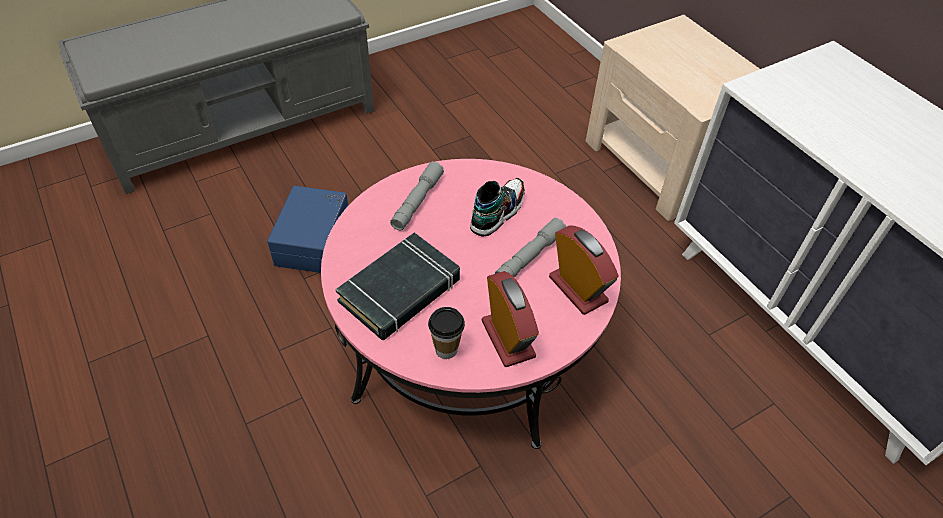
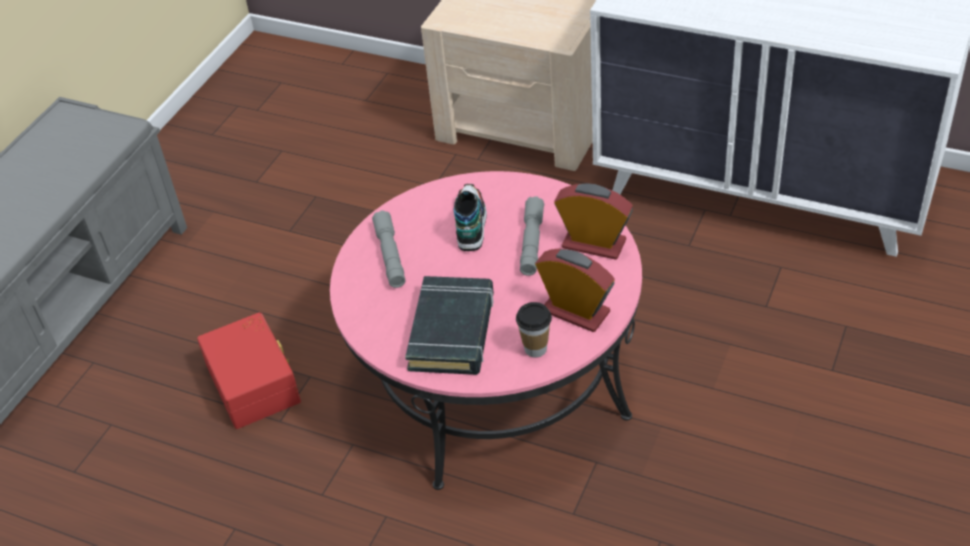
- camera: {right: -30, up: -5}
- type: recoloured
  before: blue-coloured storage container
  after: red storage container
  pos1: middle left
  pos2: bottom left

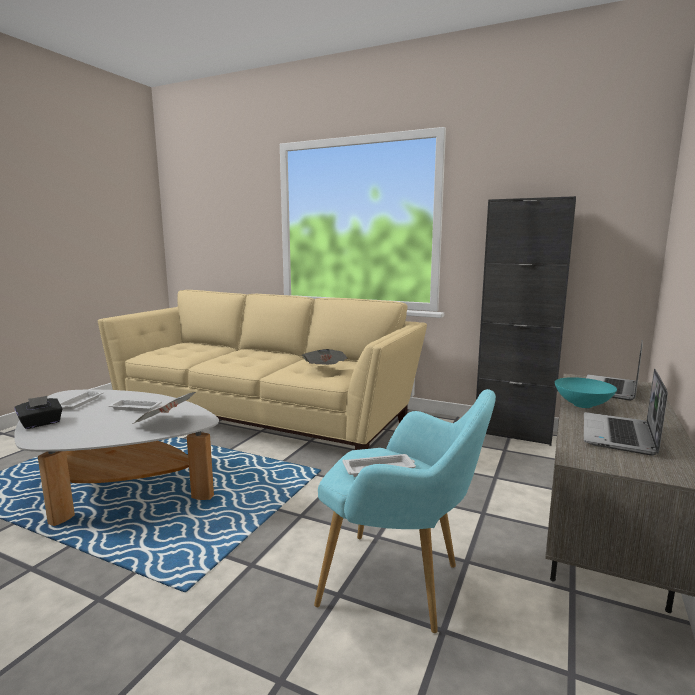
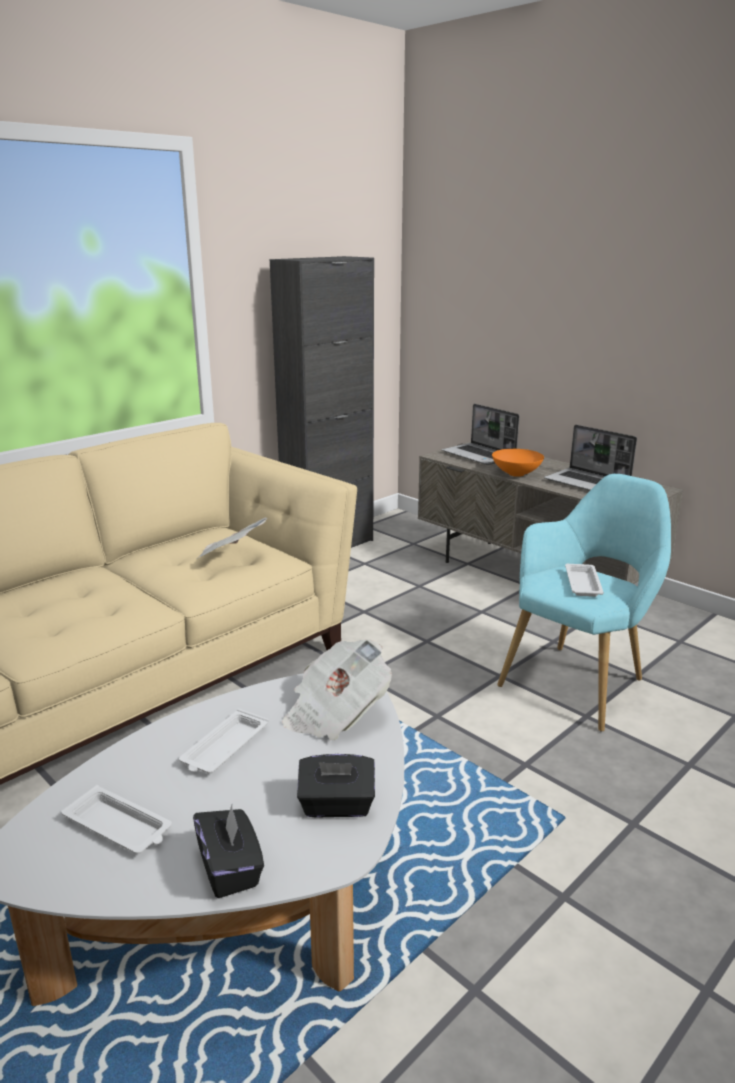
- camera: {right: -70, up: 10}
- type: added
  after: black-coloured tissue box (2nd from left)
  pos2: bottom centre
- type: recoloured
  before: turquoise-coloured bowl
  after: orangey bowl
  pos1: middle right
  pos2: middle right

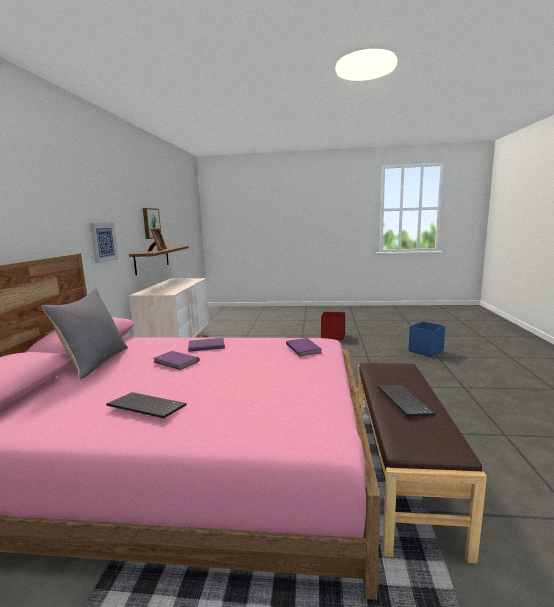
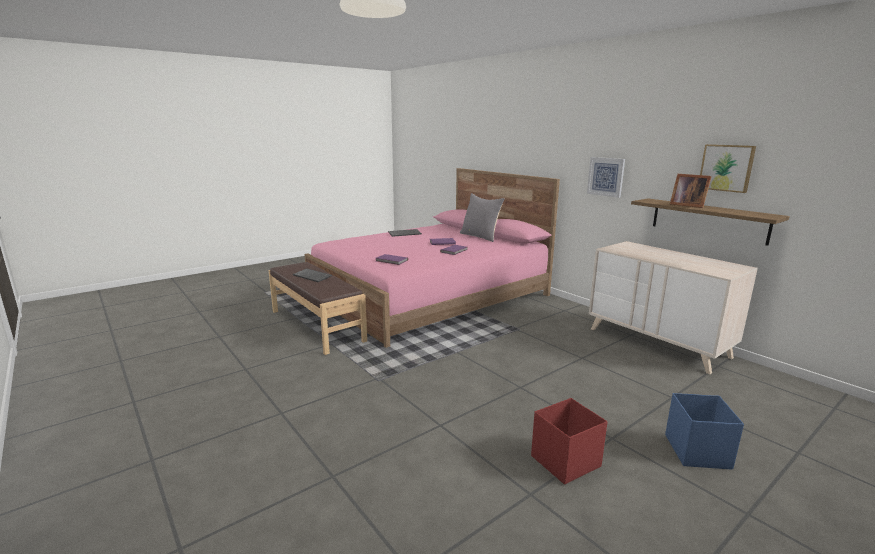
- camera: {right: 135, up: 5}
- type: moved
  before: blue-coloured storage container
  pos1: middle right
  pos2: bottom right

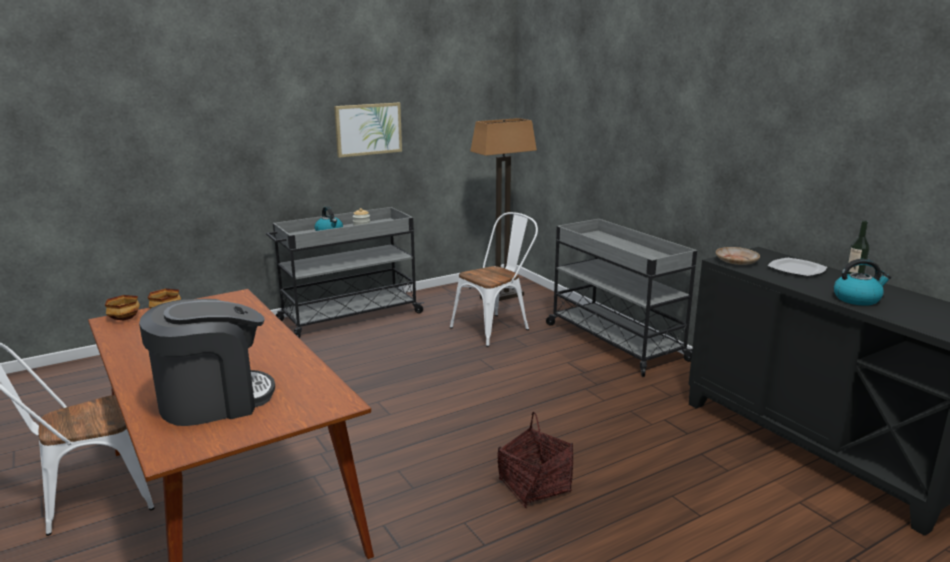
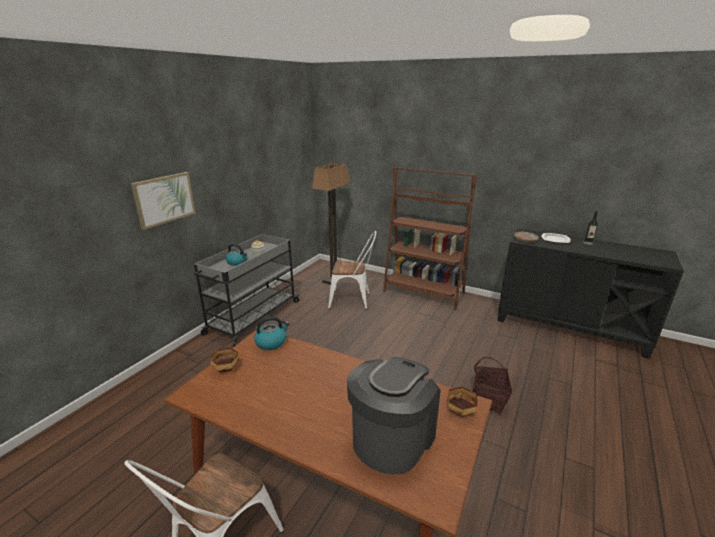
- camera: {right: -30, up: 5}
- type: moved
  before: bowl (1st from left in the first image)
  after: bowl (2nd from left)
  pos1: middle left
  pos2: bottom centre
- type: moved
  before: wall picture
  pos1: top centre
  pos2: middle left
- type: moved
  before: water kettle (2nd from left)
  pos1: middle right
  pos2: centre
- type: replaced
  before: gray cart (2nd from left)
  after: brownish shelving unit
  pos1: centre
  pos2: centre
- type: turned
  before: whitish upright chair (2nd from left)
  pos1: centre
  pos2: centre
  turn: 75

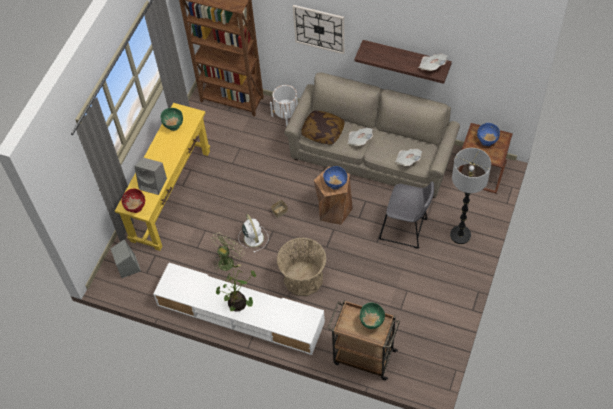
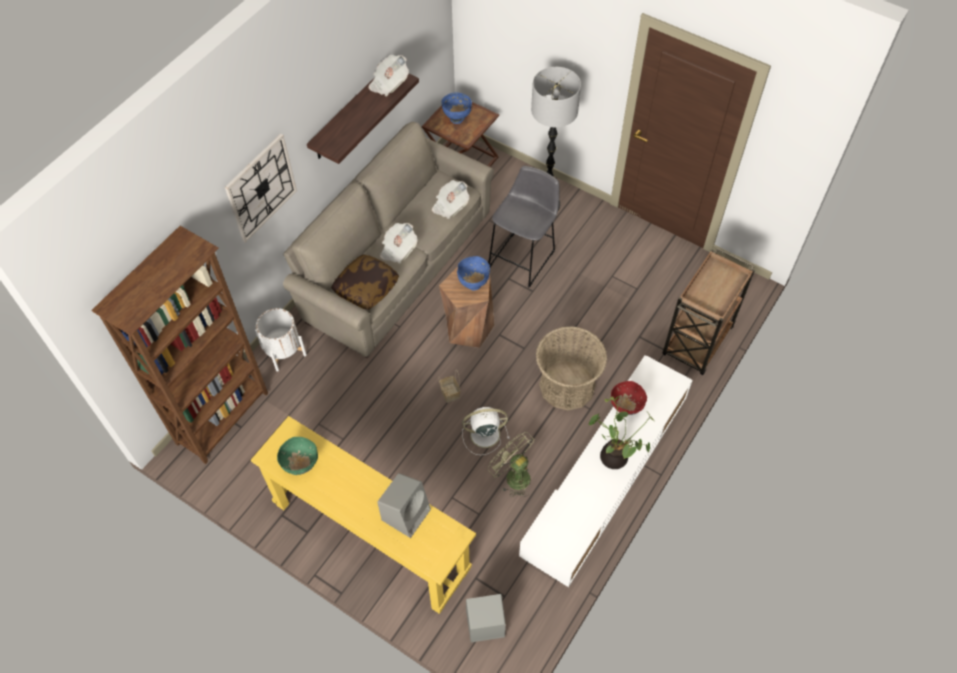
- camera: {right: -80, up: 0}
- type: removed
  before: green-coloured bowl (2nd from left)
  pos1: bottom centre
- type: moved
  before: red bowl
  pos1: middle left
  pos2: centre

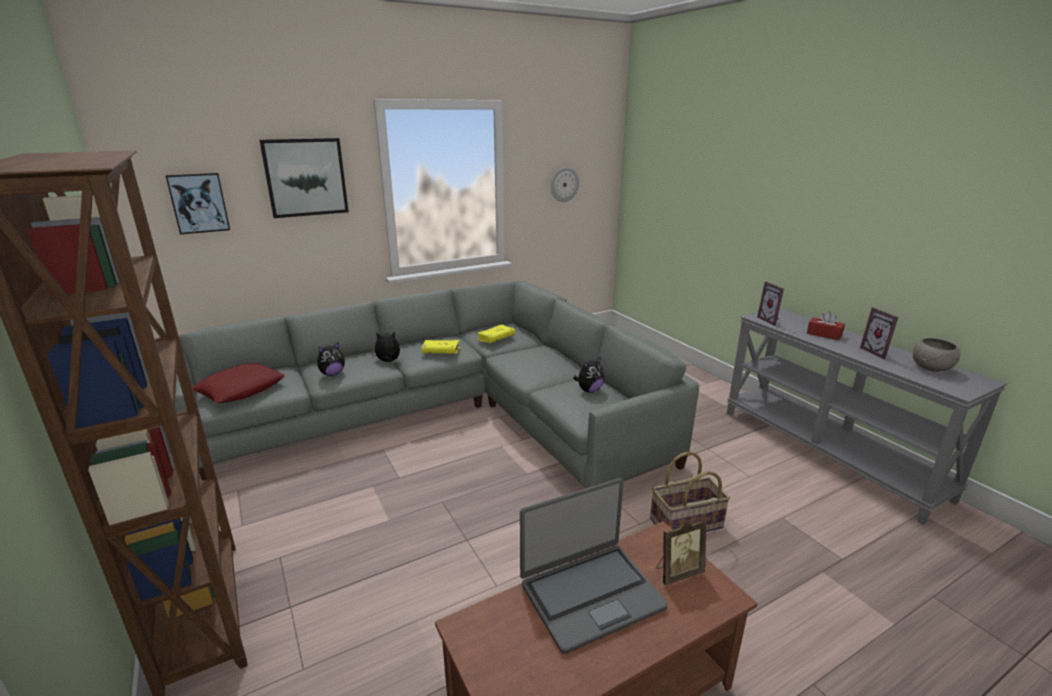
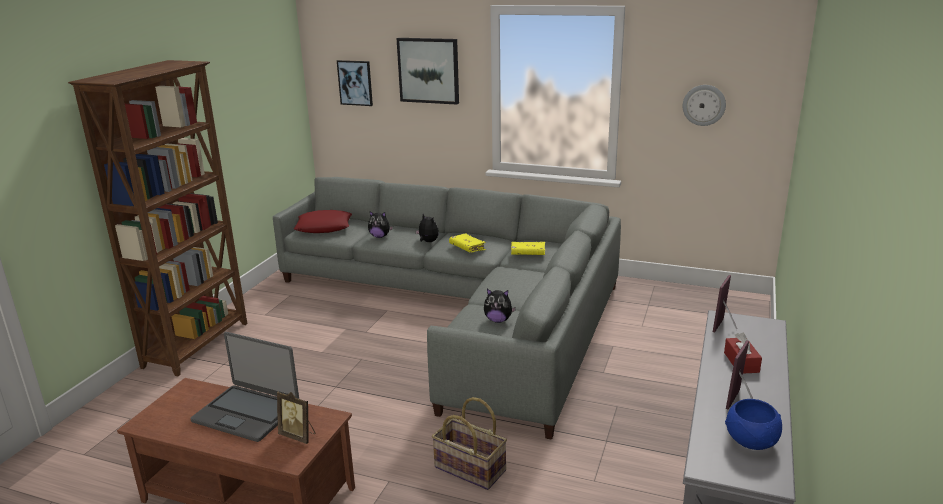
- camera: {right: 50, up: 0}
- type: recoloured
  before: gray bowl
  after: blue-coloured bowl
  pos1: middle right
  pos2: bottom right

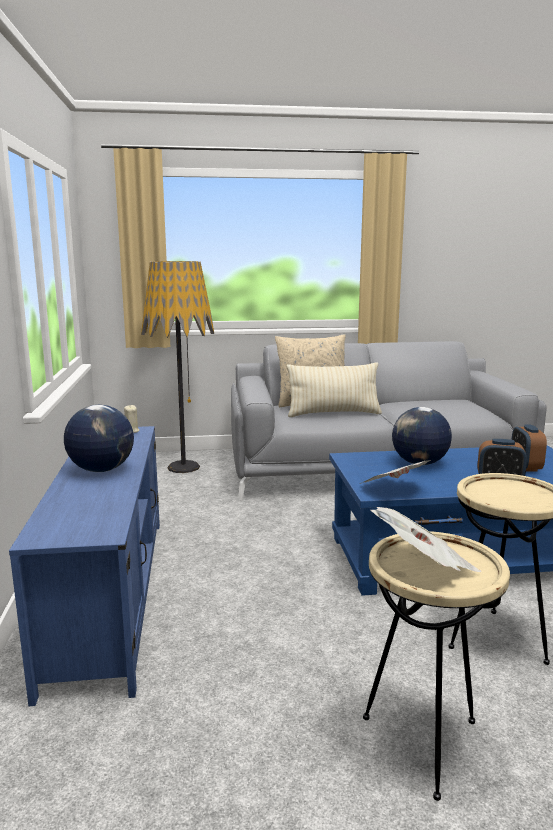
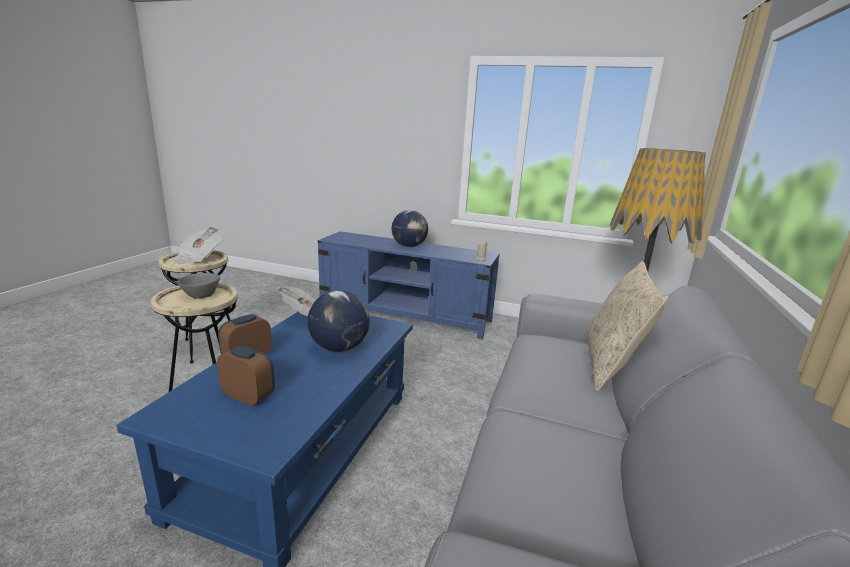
- camera: {right: 115, up: 5}
- type: removed
  before: sand-coloured pillow (2nd from left)
  pos1: centre
- type: added
  after: gray bowl
  pos2: middle left

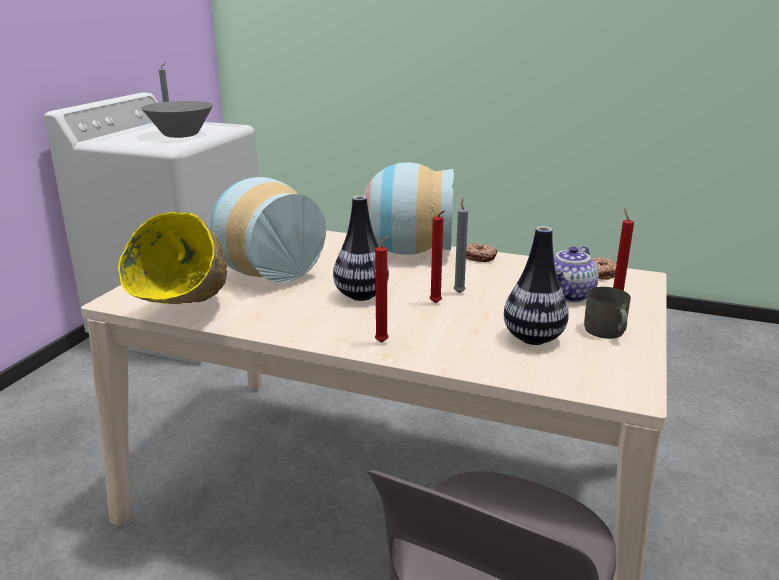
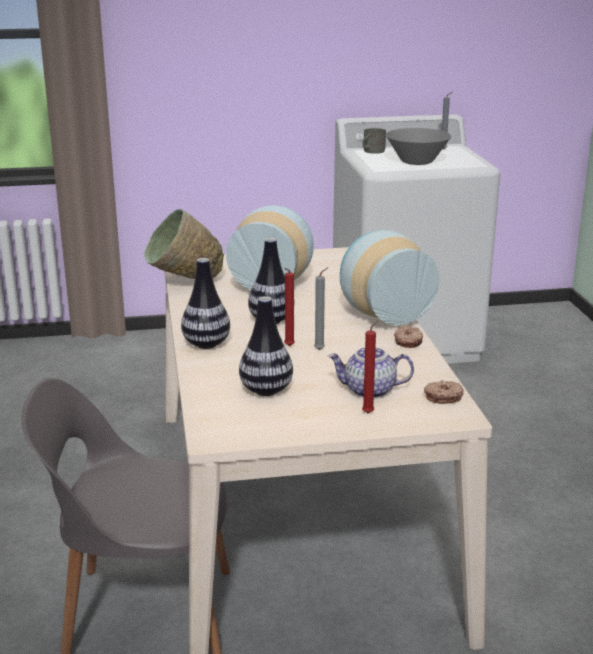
- camera: {right: 60, up: 0}
- type: moved
  before: gray tea mug
  pos1: middle right
  pos2: top centre
- type: replaced
  before: red wax candle (1st from left)
  after: vase (1st from left)
  pos1: centre
  pos2: centre
- type: recoloured
  before: yellow bowl
  after: green-coloured bowl
  pos1: middle left
  pos2: middle left

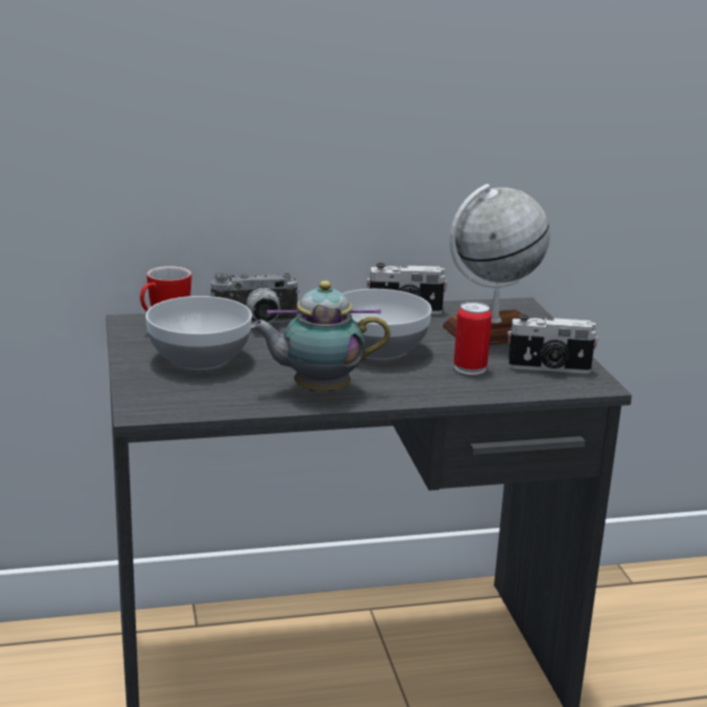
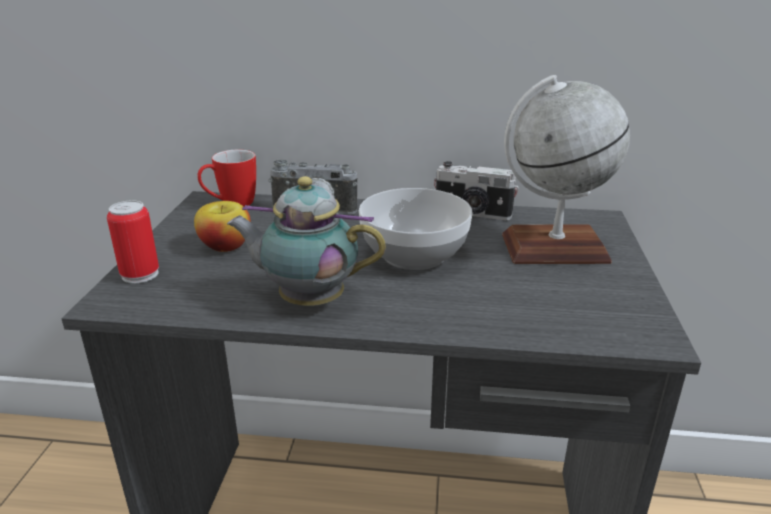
- camera: {right: 20, up: 5}
- type: removed
  before: still camera (3rd from left)
  pos1: middle right
- type: moved
  before: can
  pos1: middle right
  pos2: middle left
- type: replaced
  before: bowl (1st from left)
  after: apple fruit
  pos1: middle left
  pos2: middle left

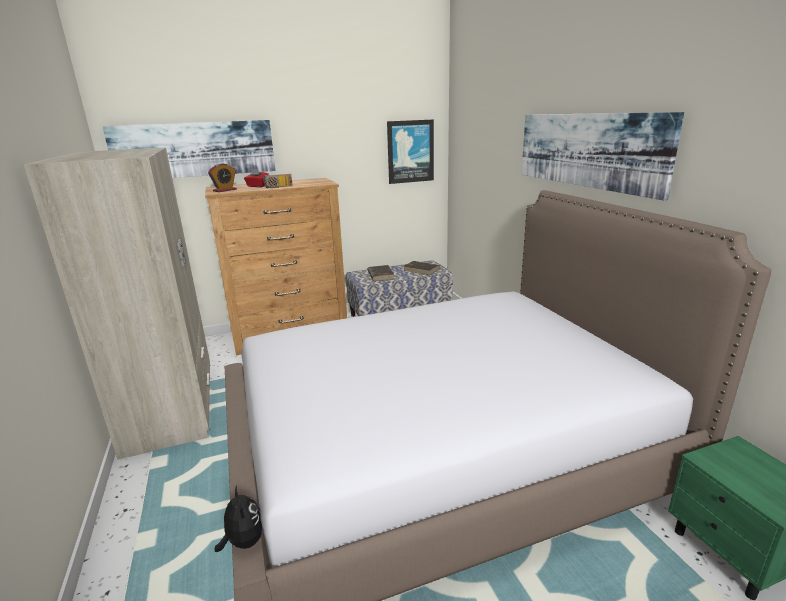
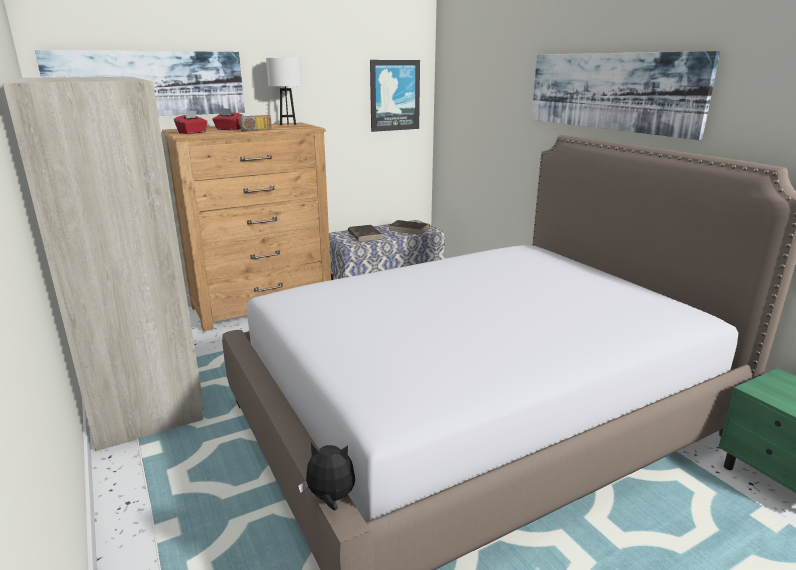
- camera: {right: -10, up: 0}
- type: added
  after: whitish lamp for a table
  pos2: top centre
- type: replaced
  before: alarm clock
  after: red tissue box (1st from left)
  pos1: top left
  pos2: top left
- type: turned
  before: soft toy
  pos1: bottom left
  pos2: bottom centre
  turn: -45

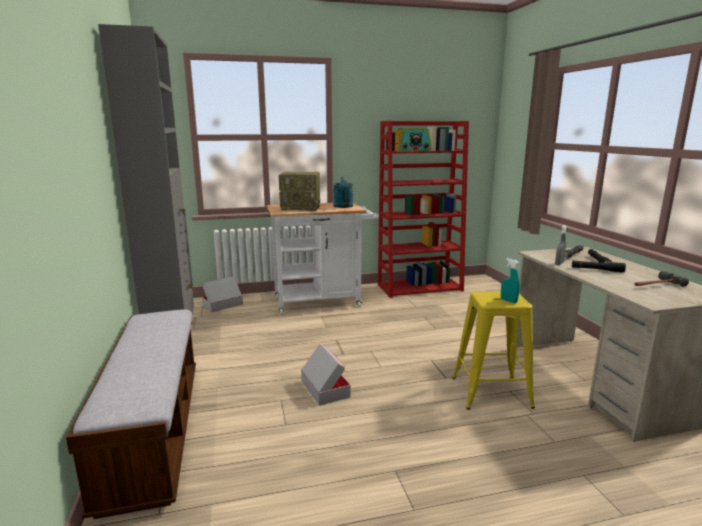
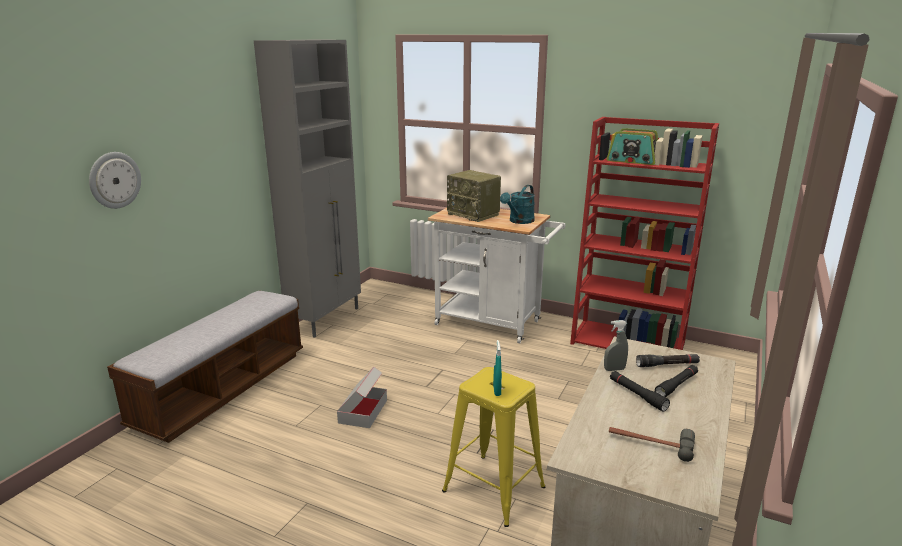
- camera: {right: 40, up: 5}
- type: removed
  before: cardboard box (1st from left)
  pos1: middle left
- type: added
  after: wall clock
  pos2: top left

